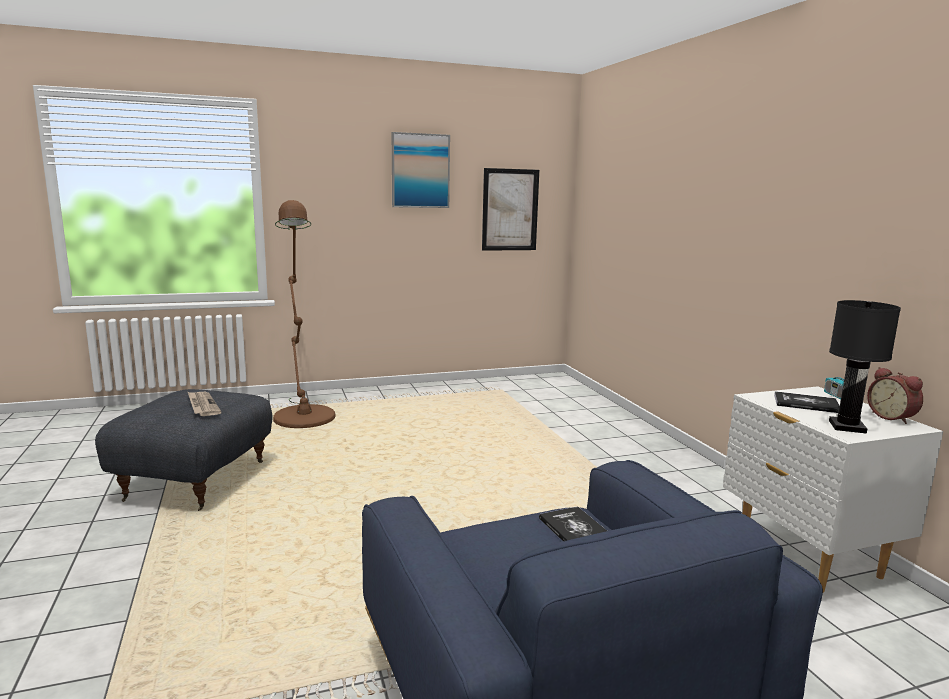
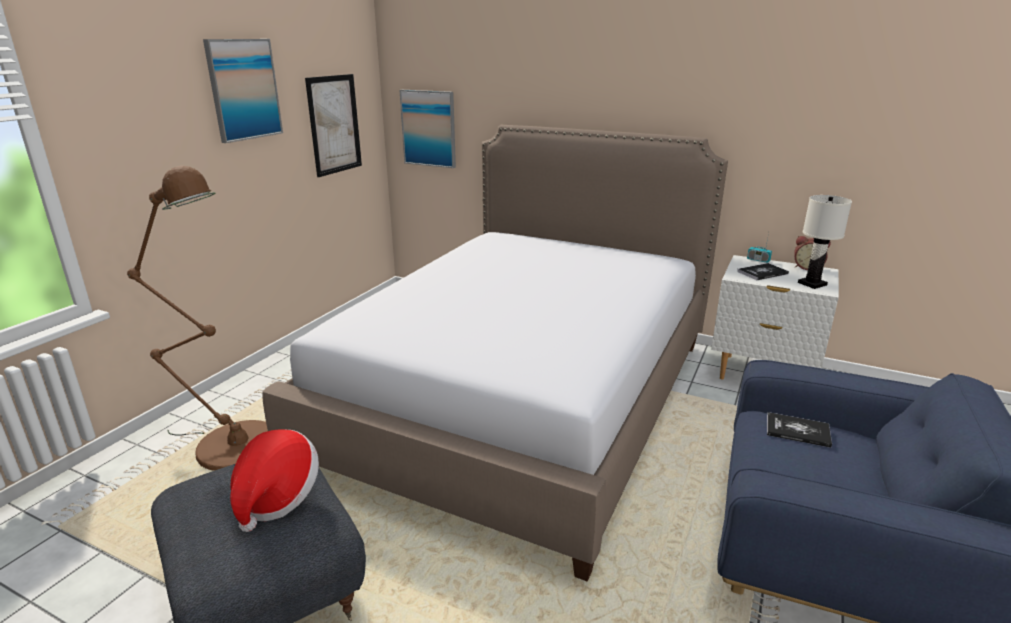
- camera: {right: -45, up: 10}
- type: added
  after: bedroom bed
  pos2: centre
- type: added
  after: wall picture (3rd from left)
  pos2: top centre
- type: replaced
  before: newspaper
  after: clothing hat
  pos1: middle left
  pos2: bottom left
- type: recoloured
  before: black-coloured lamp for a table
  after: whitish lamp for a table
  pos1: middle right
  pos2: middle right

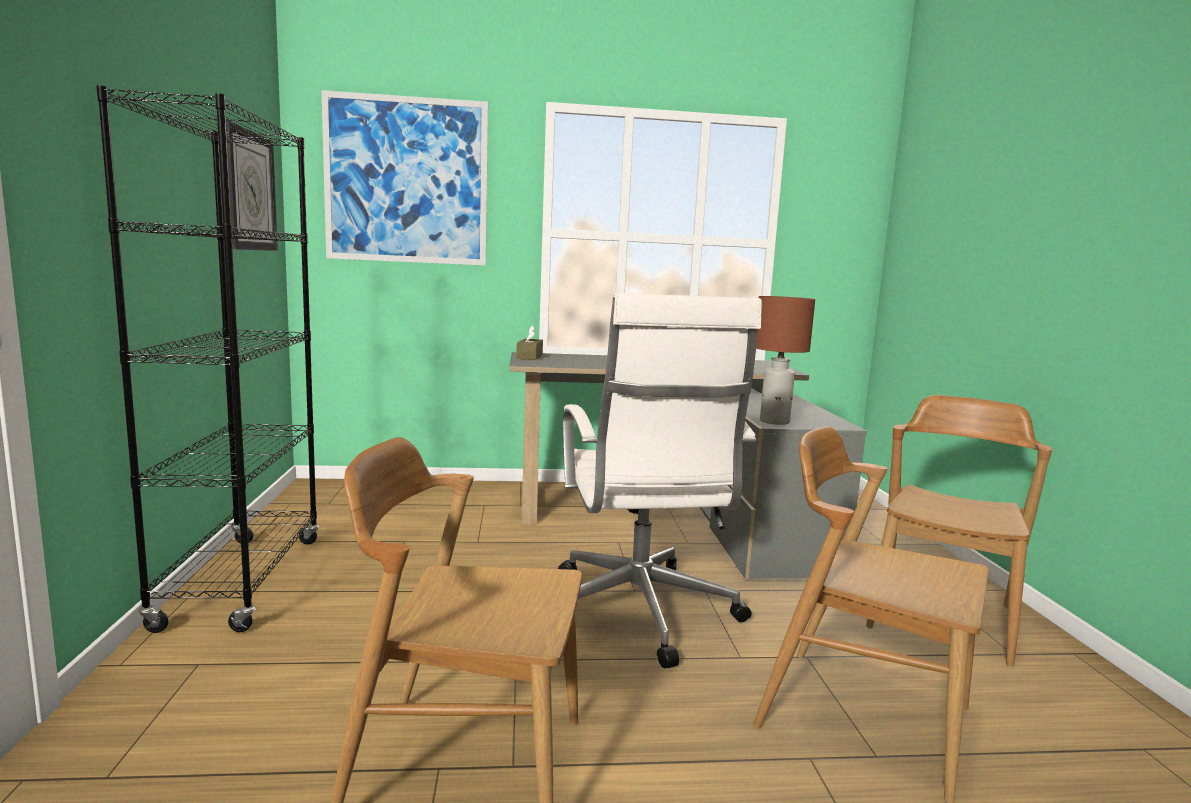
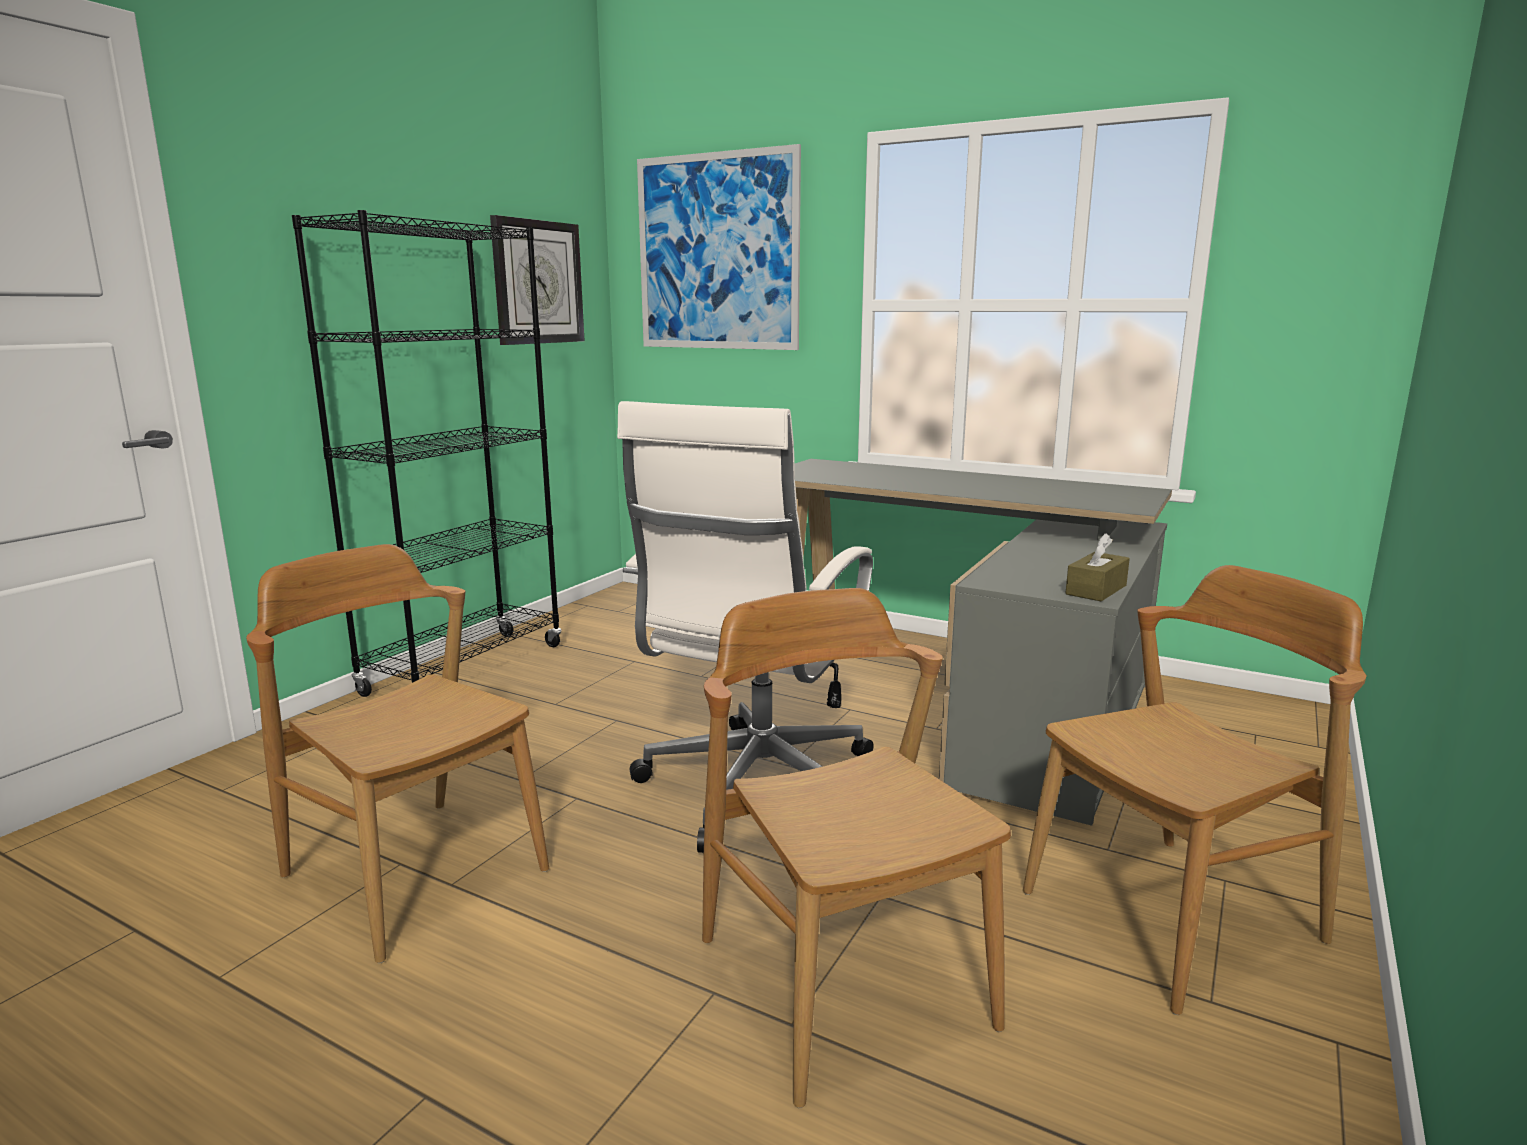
- camera: {right: 35, up: 5}
- type: removed
  before: brownish lamp for a table
  pos1: centre
- type: moved
  before: brownish tissue box
  pos1: centre
  pos2: middle right

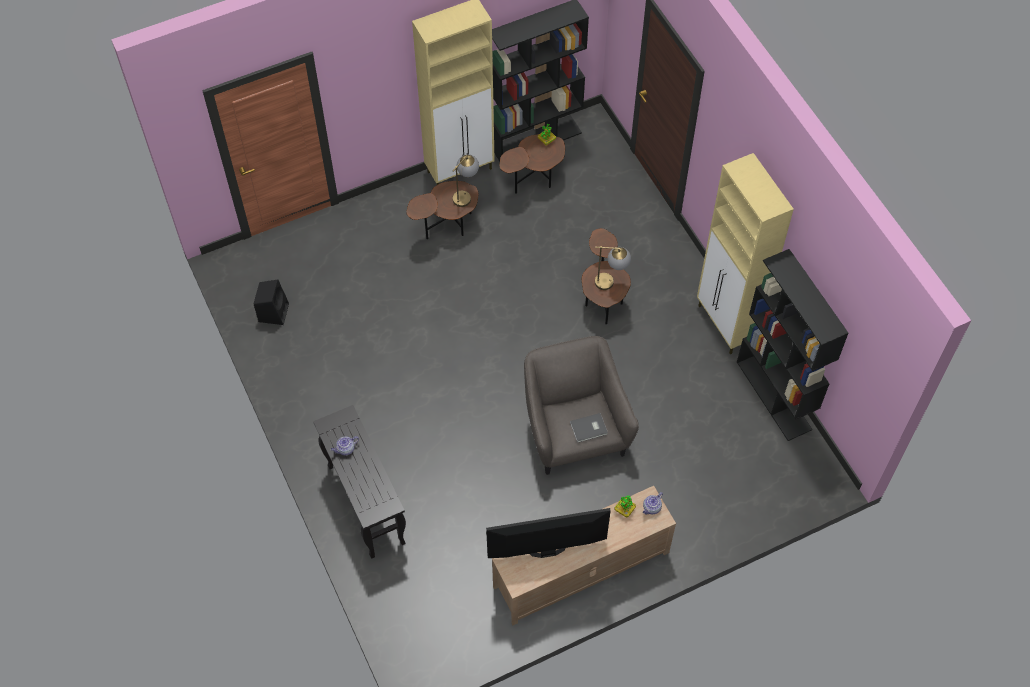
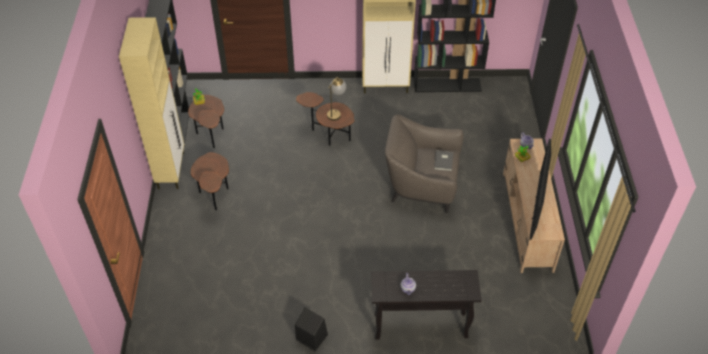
- camera: {right: -65, up: -10}
- type: removed
  before: lamp for a table (1st from left)
  pos1: top centre
- type: moved
  before: black-coloured speaker
  pos1: middle left
  pos2: bottom centre

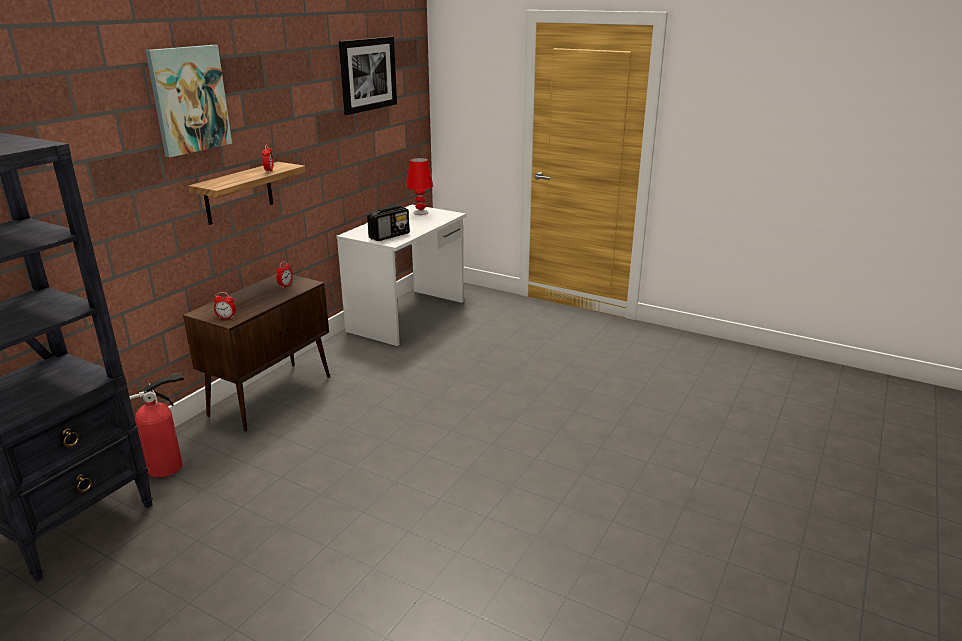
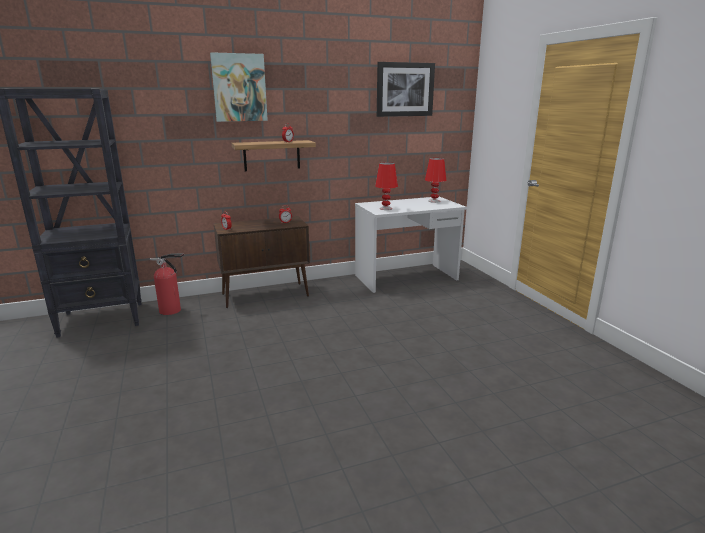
- camera: {right: 40, up: -5}
- type: replaced
  before: radio
  after: red lamp for a table (1st from left)
  pos1: centre
  pos2: centre

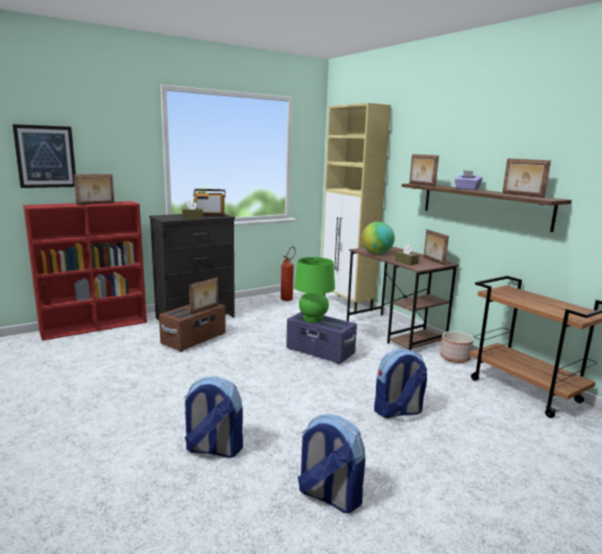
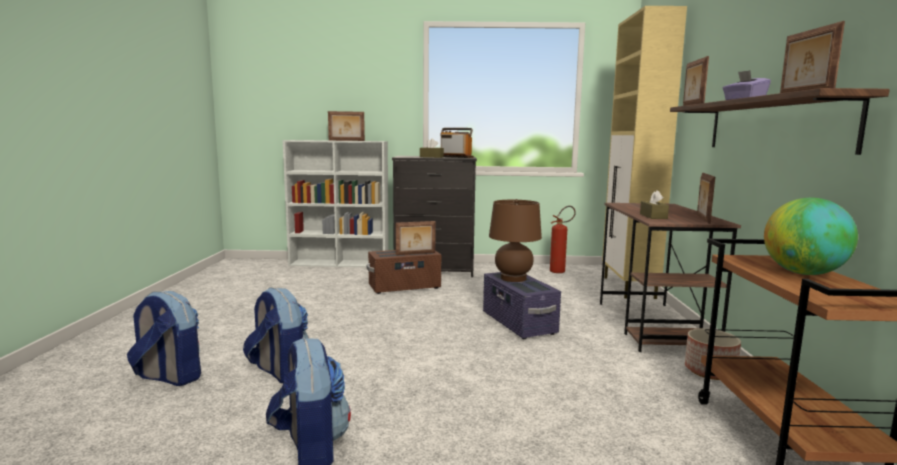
- camera: {right: 35, up: -5}
- type: removed
  before: wall picture
  pos1: top left
- type: moved
  before: globe
  pos1: centre
  pos2: middle right
- type: moved
  before: backpack (3rd from left in the first image)
  after: backpack (1st from left)
  pos1: bottom centre
  pos2: bottom left
- type: recoloured
  before: red shelving unit
  after: whitish shelving unit
  pos1: middle left
  pos2: centre
- type: recoloured
  before: green-coloured lamp for a table
  after: brownish lamp for a table
  pos1: centre
  pos2: centre

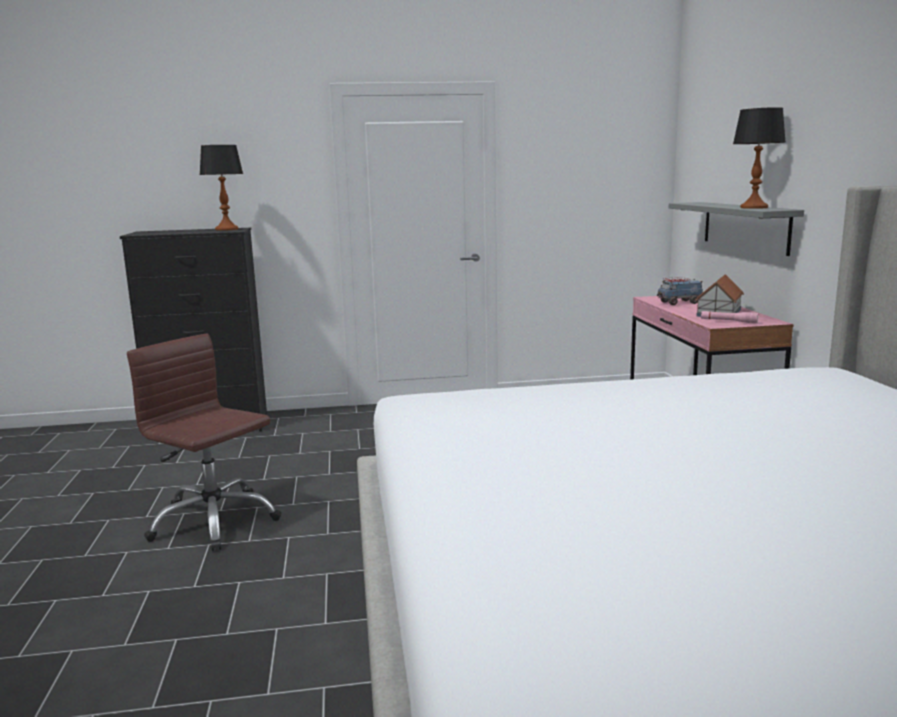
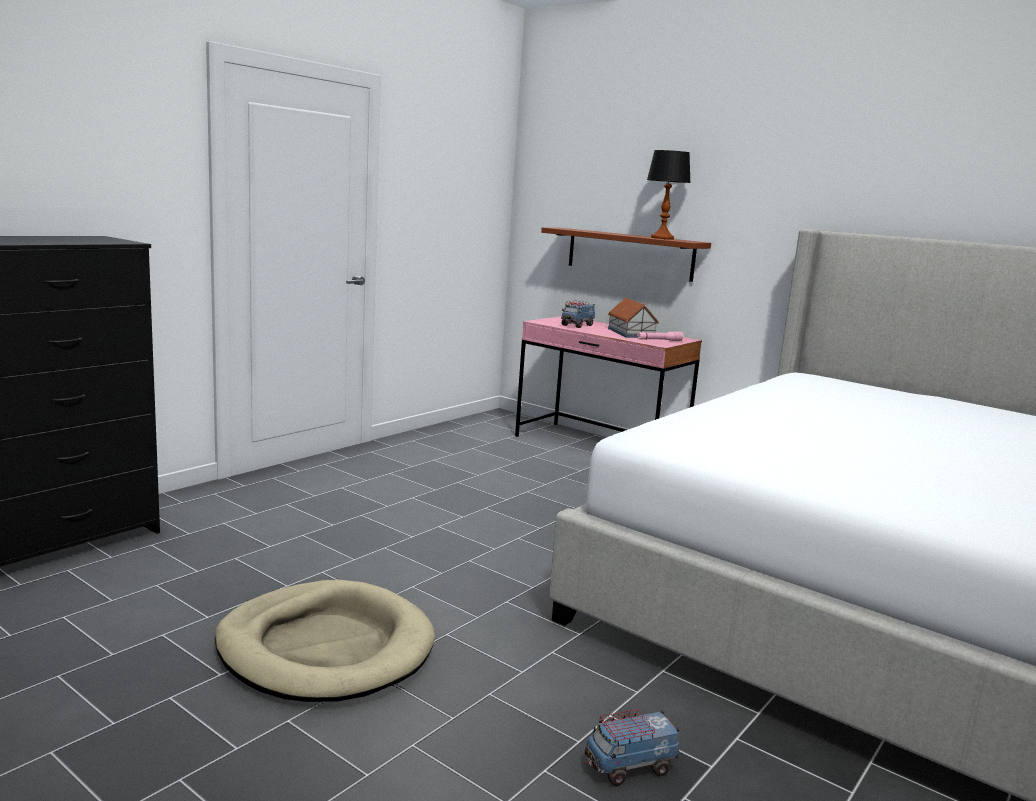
- camera: {right: -45, up: 0}
- type: removed
  before: lamp for a table (1st from left)
  pos1: top left
- type: added
  after: toy truck (2nd from left)
  pos2: bottom centre
- type: replaced
  before: brownish office chair
  after: sand-coloured dog cushion
  pos1: middle left
  pos2: bottom left
- type: recoloured
  before: gray shelf
  after: brownish shelf
  pos1: top right
  pos2: top centre

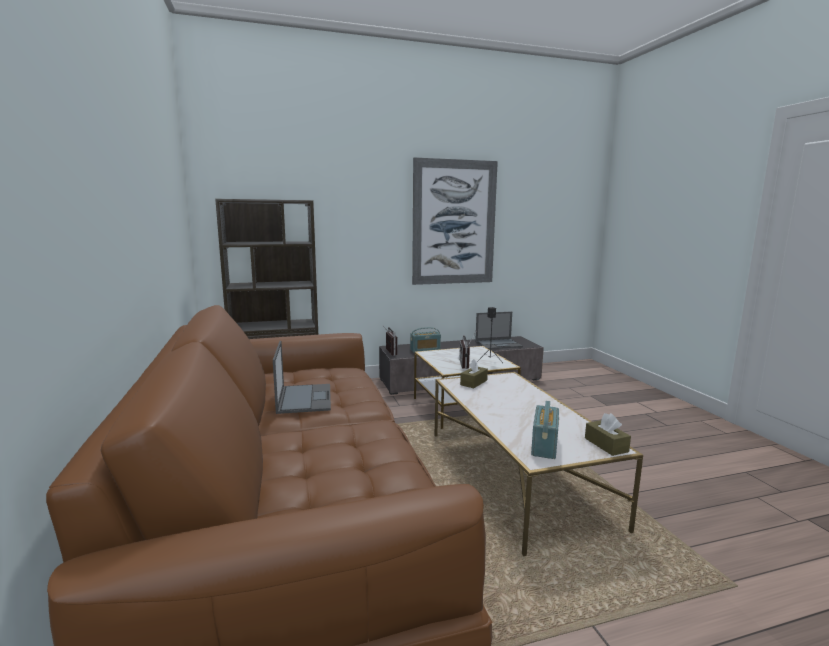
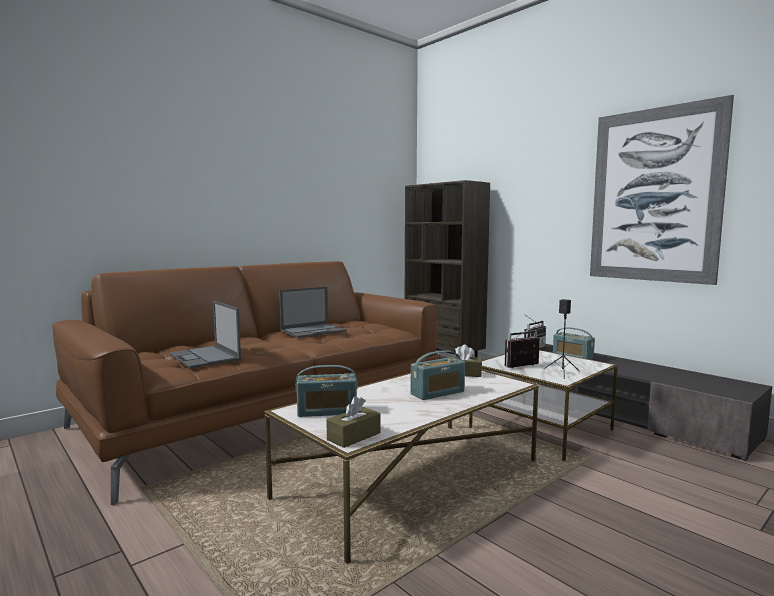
- camera: {right: 65, up: -5}
- type: added
  after: radio (2nd from left)
  pos2: centre
- type: moved
  before: notebook computer (2nd from left in the first image)
  after: notebook computer (1st from left)
  pos1: centre
  pos2: middle left

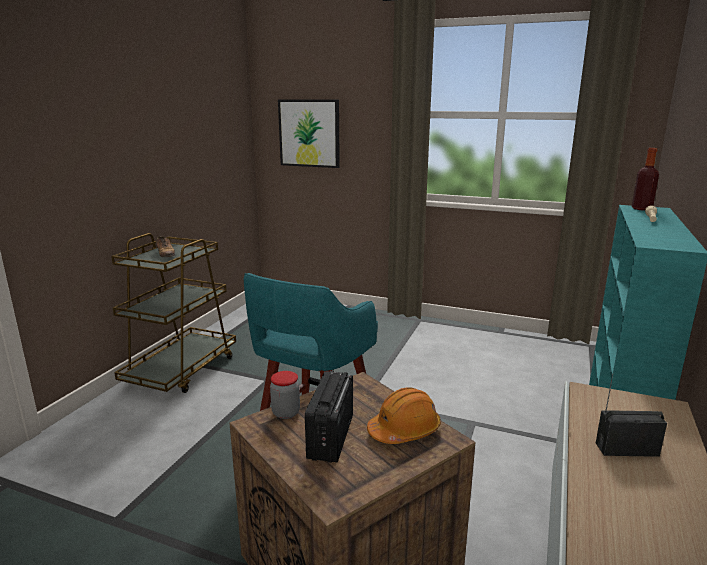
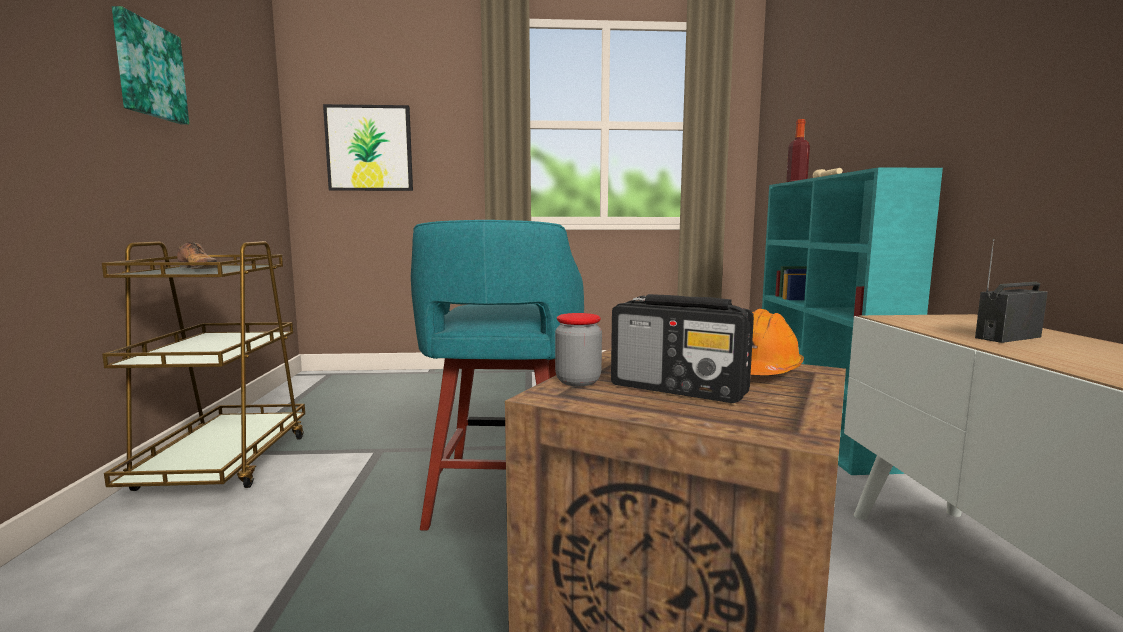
- camera: {right: -25, up: -10}
- type: added
  after: wall picture (1st from left)
  pos2: top left
- type: turned
  before: radio (1st from left)
  pos1: bottom centre
  pos2: centre
  turn: -45

